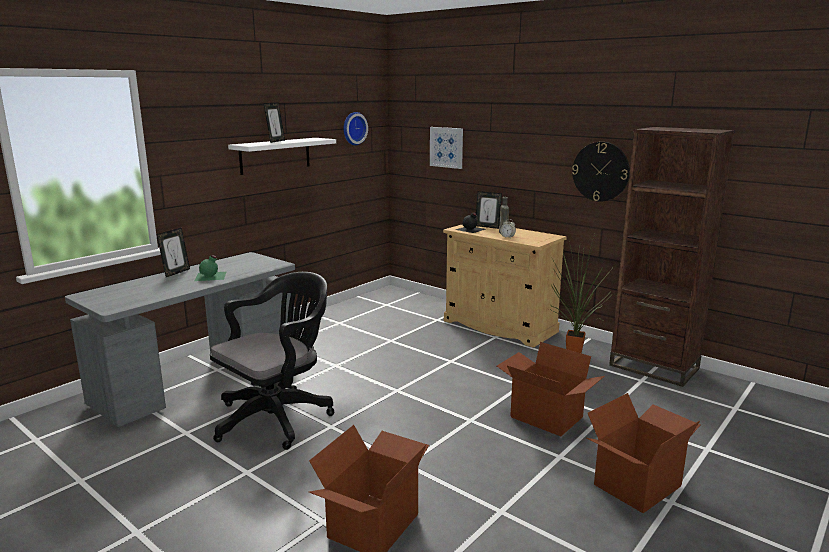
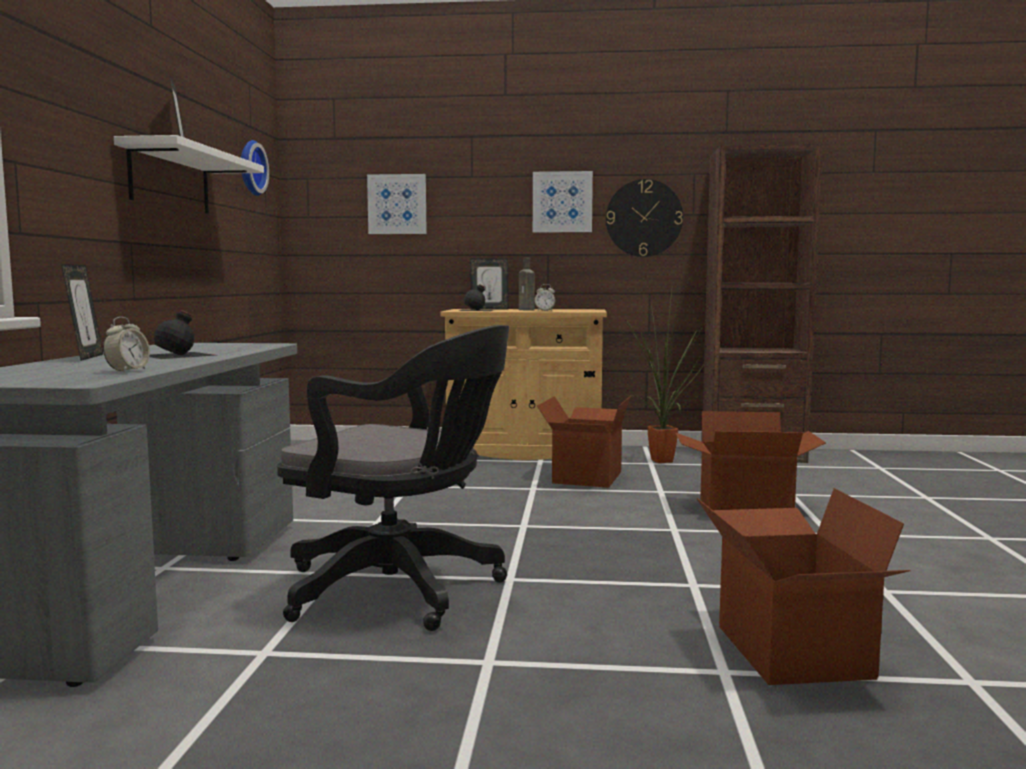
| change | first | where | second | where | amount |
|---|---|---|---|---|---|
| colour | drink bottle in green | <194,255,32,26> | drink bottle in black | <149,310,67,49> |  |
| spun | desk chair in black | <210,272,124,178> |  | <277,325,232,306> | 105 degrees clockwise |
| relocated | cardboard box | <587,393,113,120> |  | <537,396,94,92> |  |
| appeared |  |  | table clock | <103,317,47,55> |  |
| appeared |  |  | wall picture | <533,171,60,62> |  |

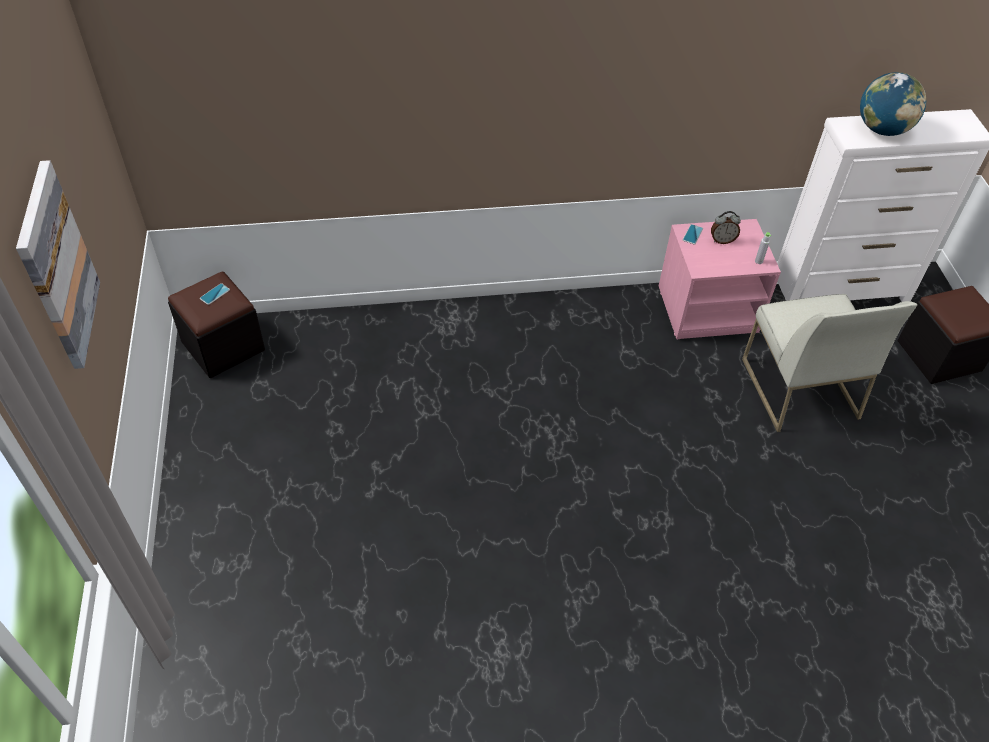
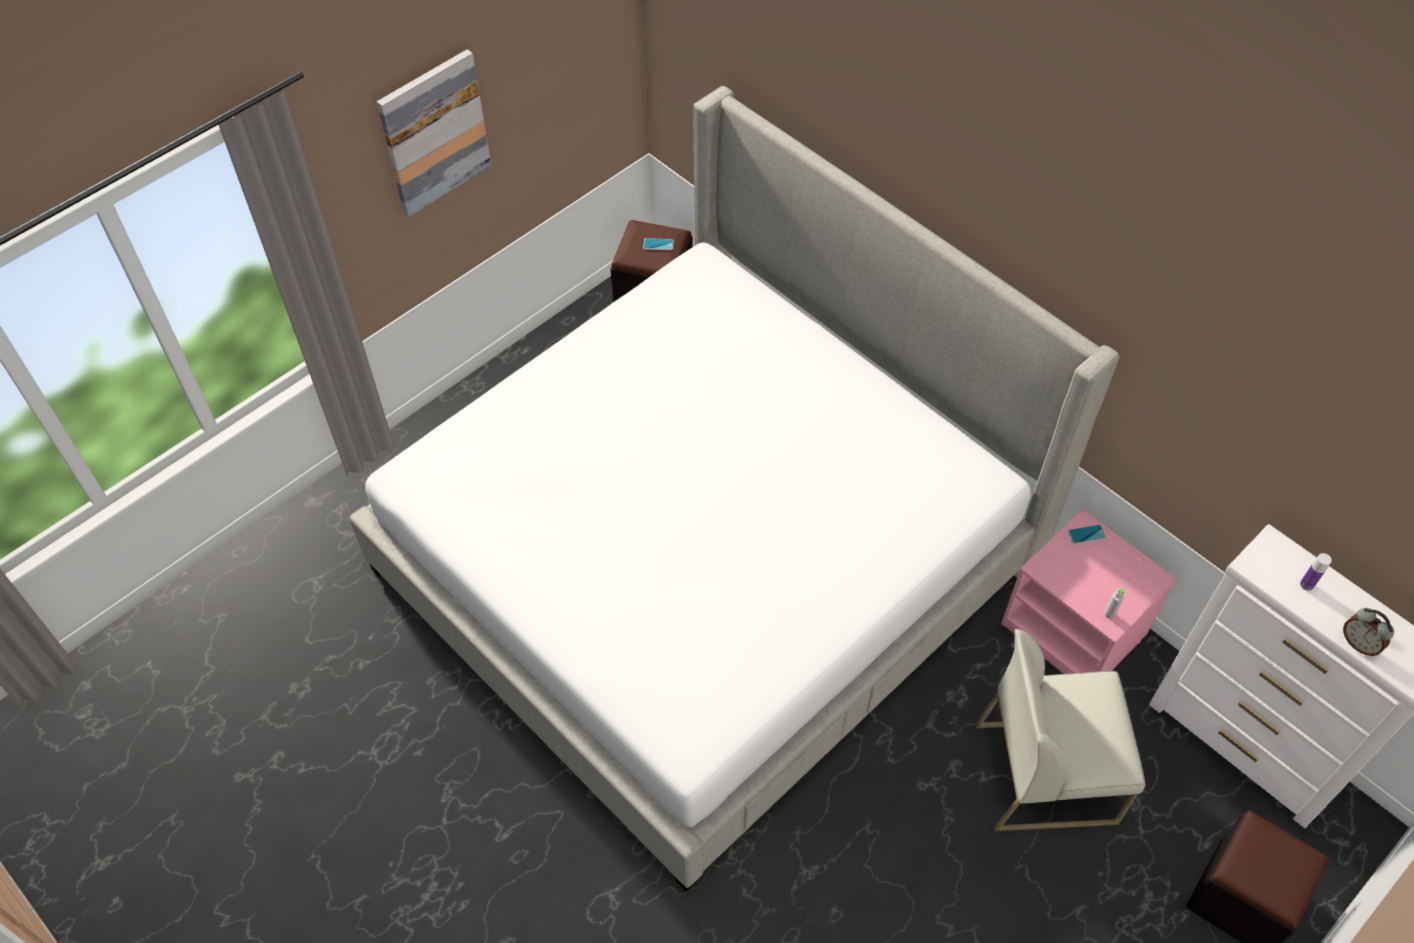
| change | first | where | second | where | amount |
|---|---|---|---|---|---|
| relocated | table clock | <711,211,30,33> |  | <1343,608,51,48> |  |
| spun | chair in whitish | <742,294,175,138> |  | <976,629,169,202> | 45 degrees clockwise |
| exchanged | desk globe | <860,72,66,64> | drink bottle | <1300,553,32,38> |  |
| appeared |  |  | bedroom bed | <349,86,770,805> |  |

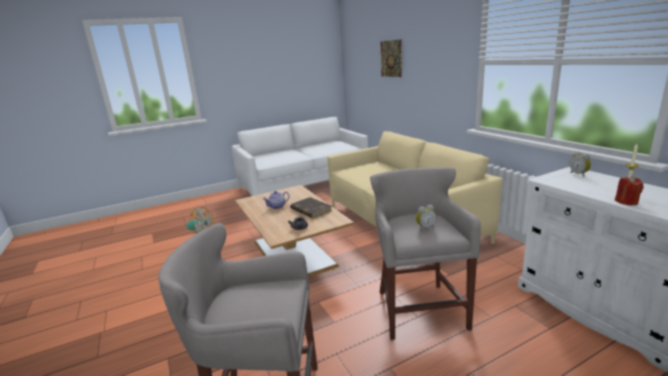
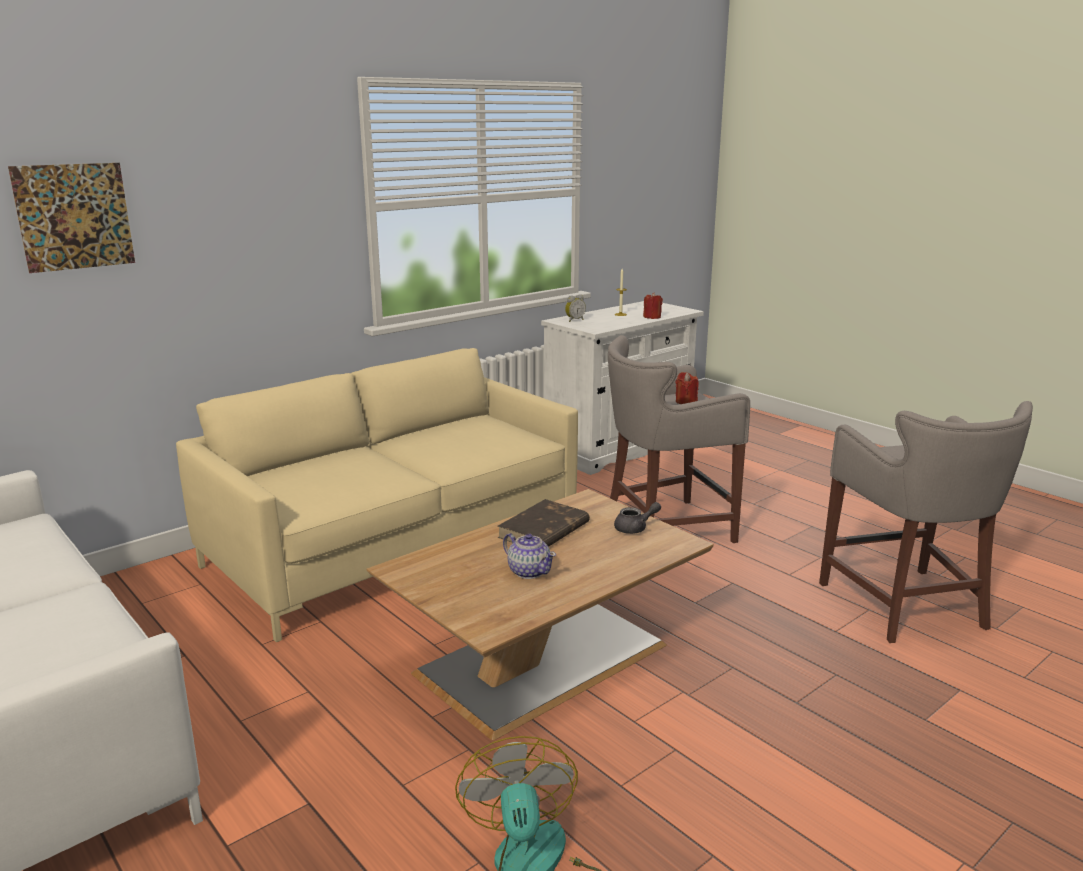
| change | first | where | second | where | amount |
|---|---|---|---|---|---|
| exchanged | table clock | <416,205,20,26> | wax light in reddish | <675,372,24,32> |  |

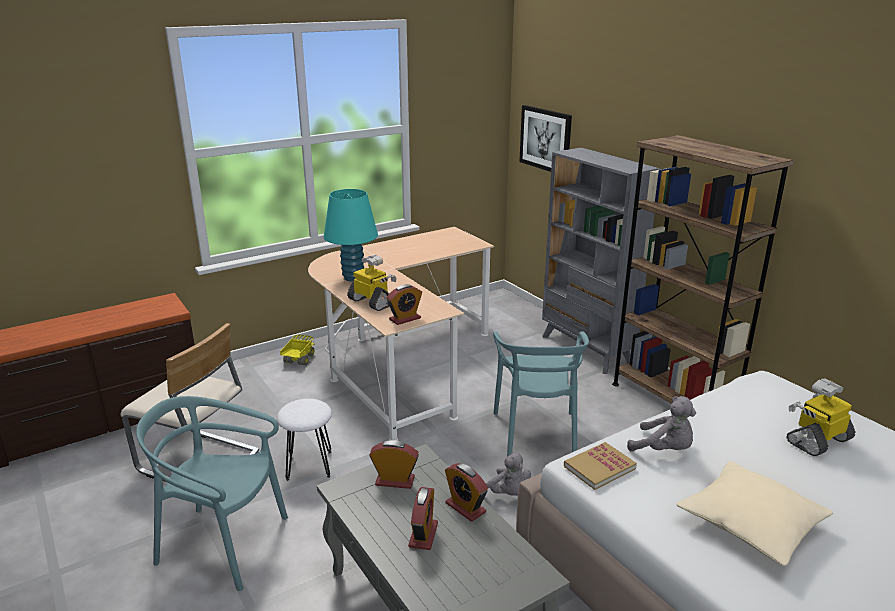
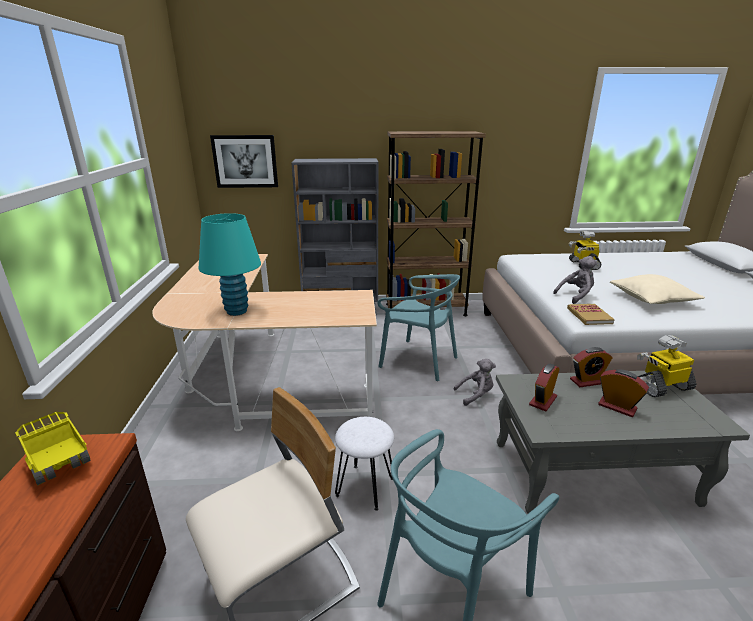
| change | first | where | second | where | amount |
|---|---|---|---|---|---|
| relocated | toy truck | <280,335,34,30> |  | <15,412,76,74> |  |
| relocated | robot figure | <347,254,50,57> |  | <637,335,60,62> |  |
| missing | table clock | <386,284,36,41> |  |  |  |

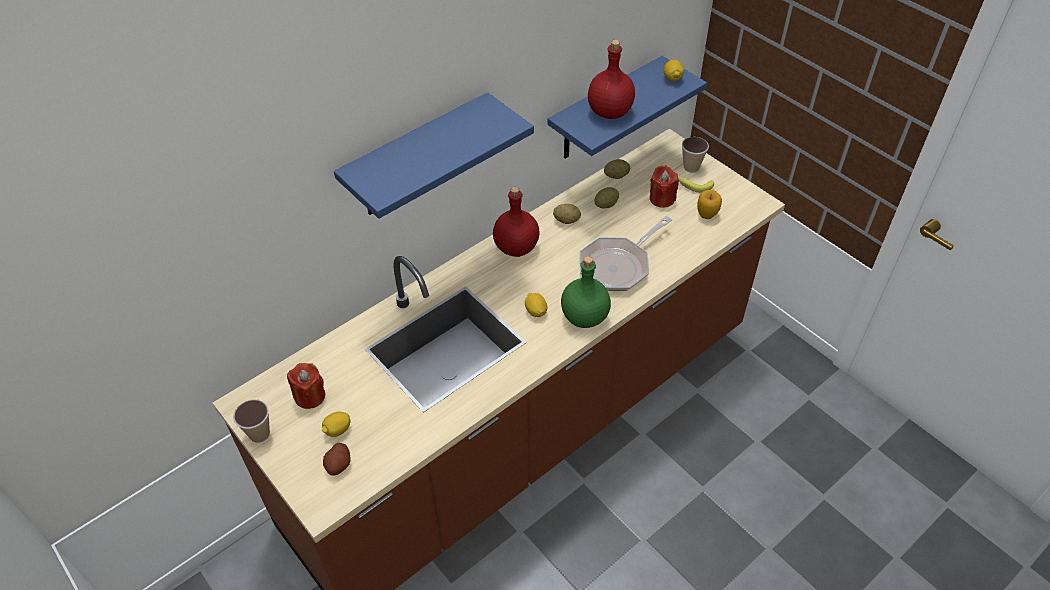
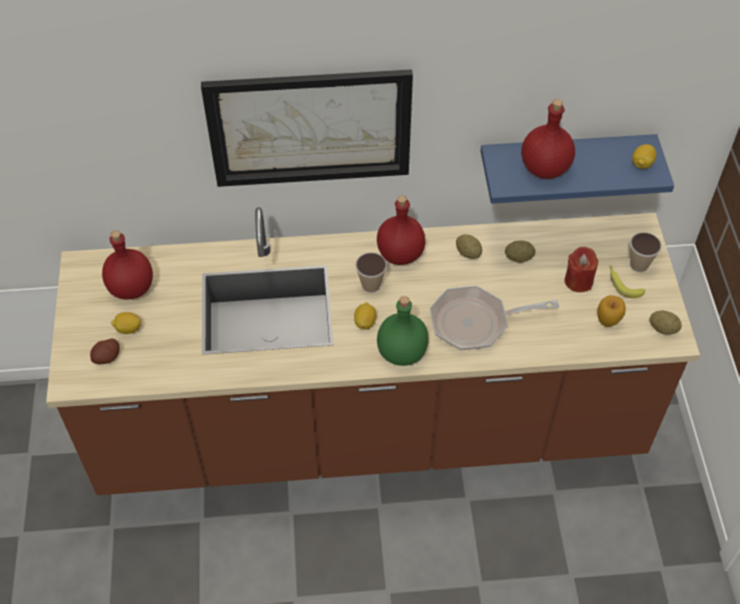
| change | first | where | second | where | amount |
|---|---|---|---|---|---|
| relocated | cup | <233,399,37,44> |  | <355,252,32,41> |  |
| exchanged | wax light in reddish | <287,363,38,46> | drink bottle in reddish | <102,230,51,70> |  |
| exchanged | shelf in bluish | <334,92,200,127> | wall picture | <201,69,212,118> |  |
| relocated | spud | <604,159,26,20> |  | <650,311,32,23> |  |

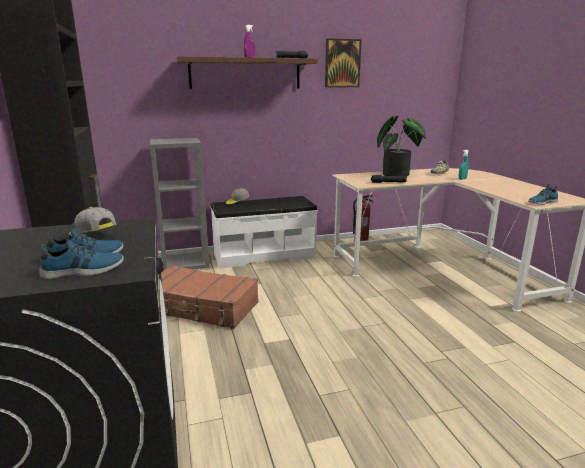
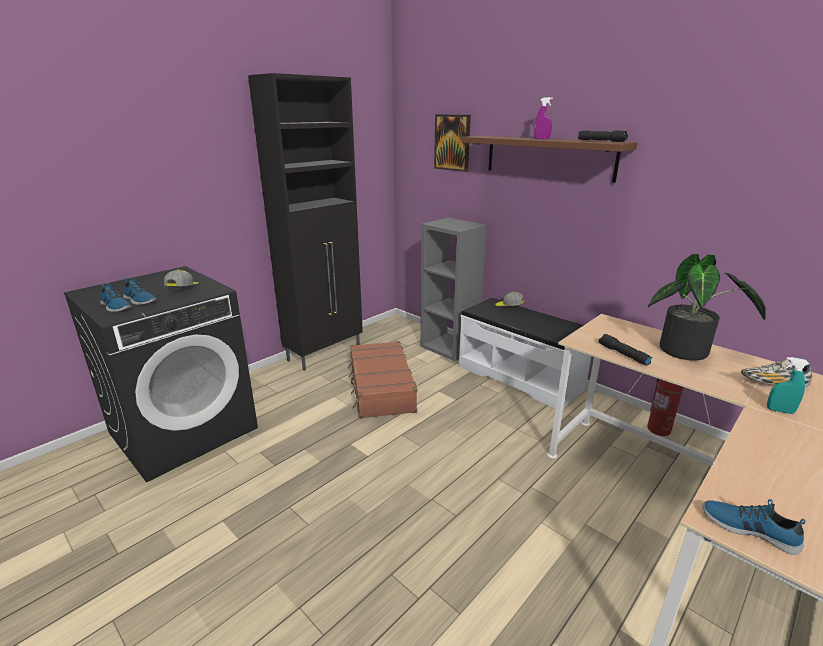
| change | first | where | second | where | amount |
|---|---|---|---|---|---|
| relocated | wall picture | <325,38,37,49> |  | <434,114,37,58> |  |

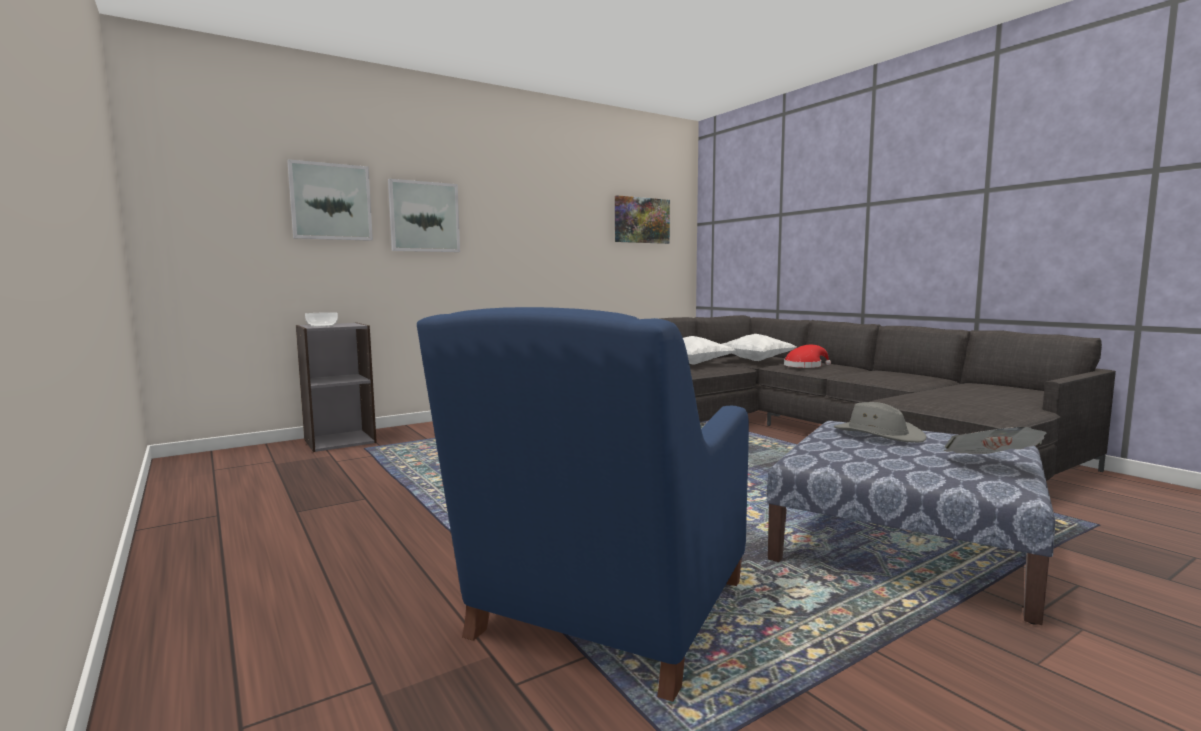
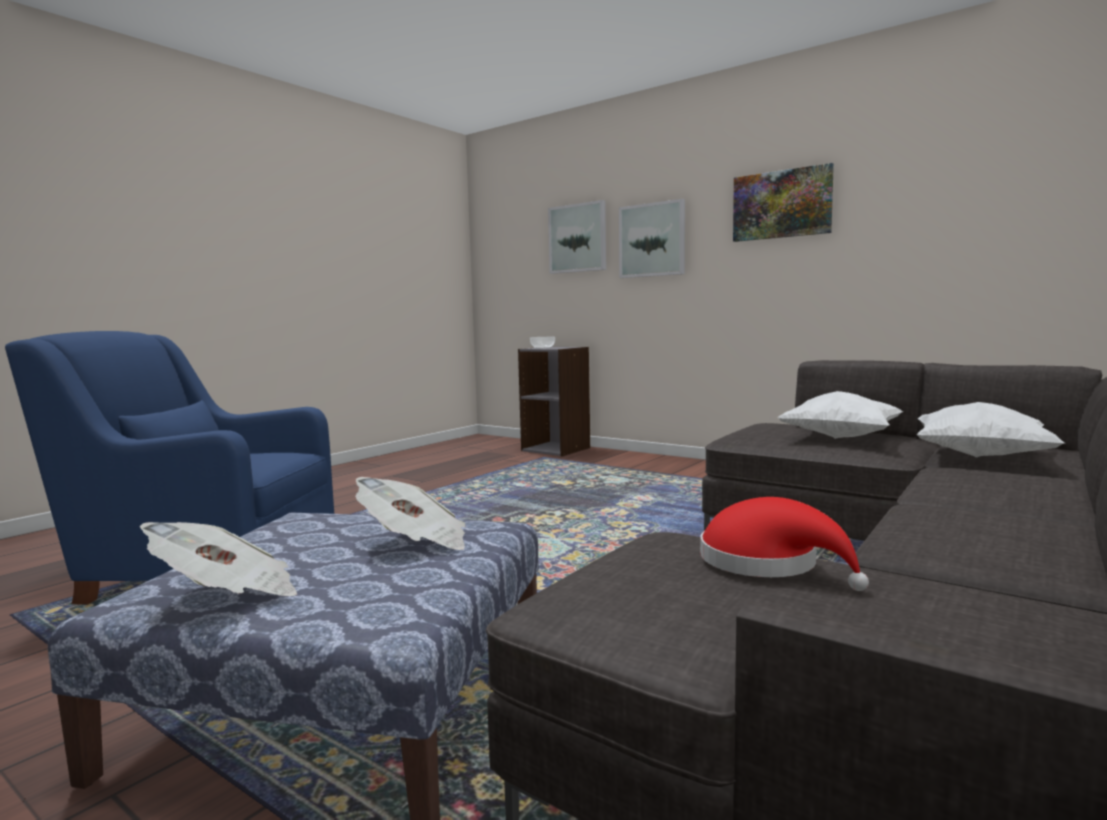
| change | first | where | second | where | amount |
|---|---|---|---|---|---|
| relocated | wall picture | <615,195,55,49> |  | <733,163,101,79> |  |
| relocated | clothing hat in reddish | <784,345,47,23> |  | <700,497,169,94> |  |
| exchanged | clothing hat in grey | <834,402,93,41> | daily paper | <355,477,111,73> |  |

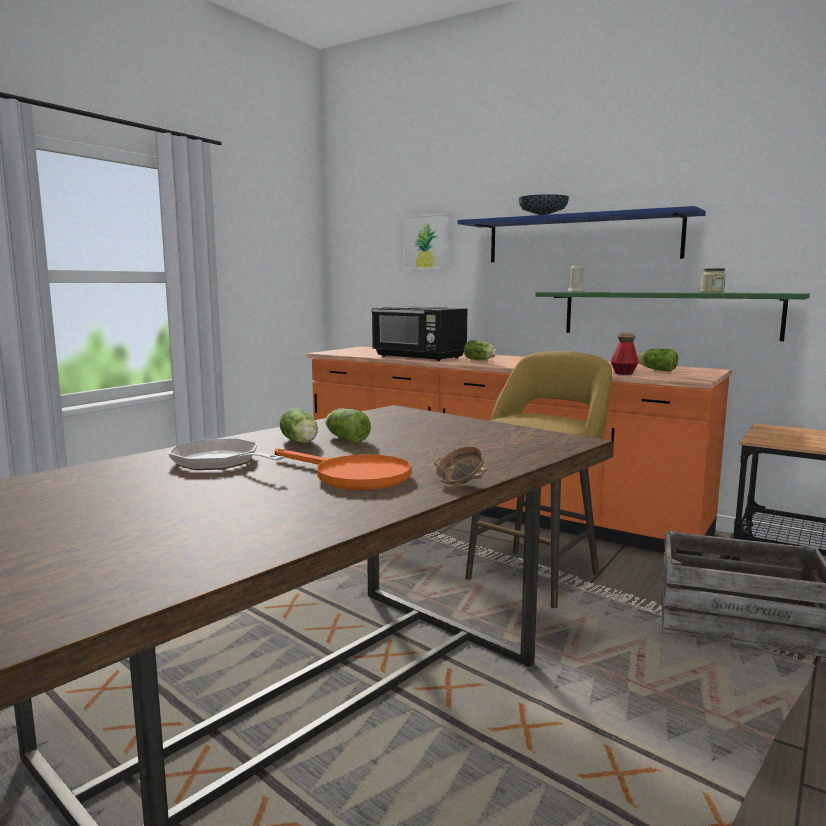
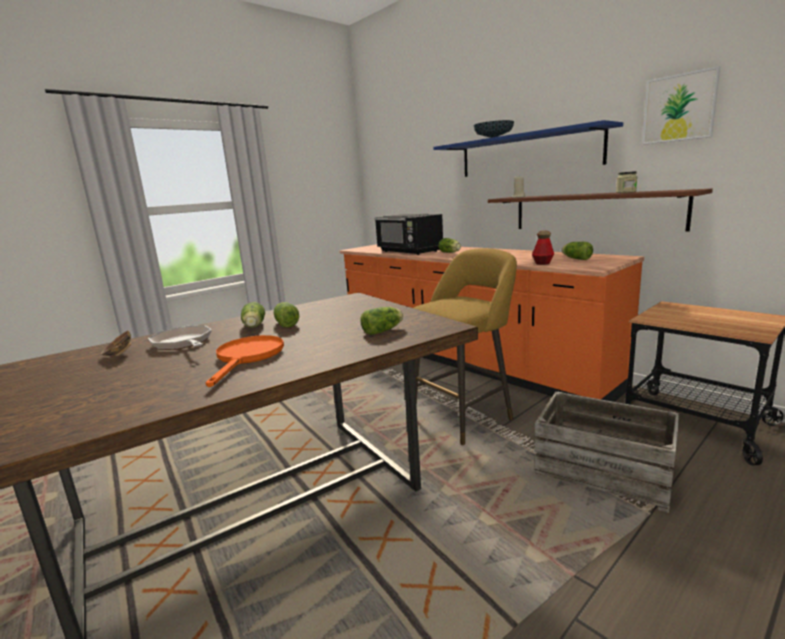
| change | first | where | second | where | amount |
|---|---|---|---|---|---|
| spun | skillet in orange-coloured | <275,448,137,42> |  | <206,335,78,52> | 135 degrees counterclockwise |
| relocated | wall picture | <404,213,47,57> |  | <642,66,78,79> |  |
| relocated | bowl | <434,446,54,40> |  | <101,331,30,25> |  |
| colour | shelf in green | <535,292,275,49> | shelf in brown | <488,189,225,43> |  |
| appeared |  |  | head of lettuce | <360,307,43,28> |  |

